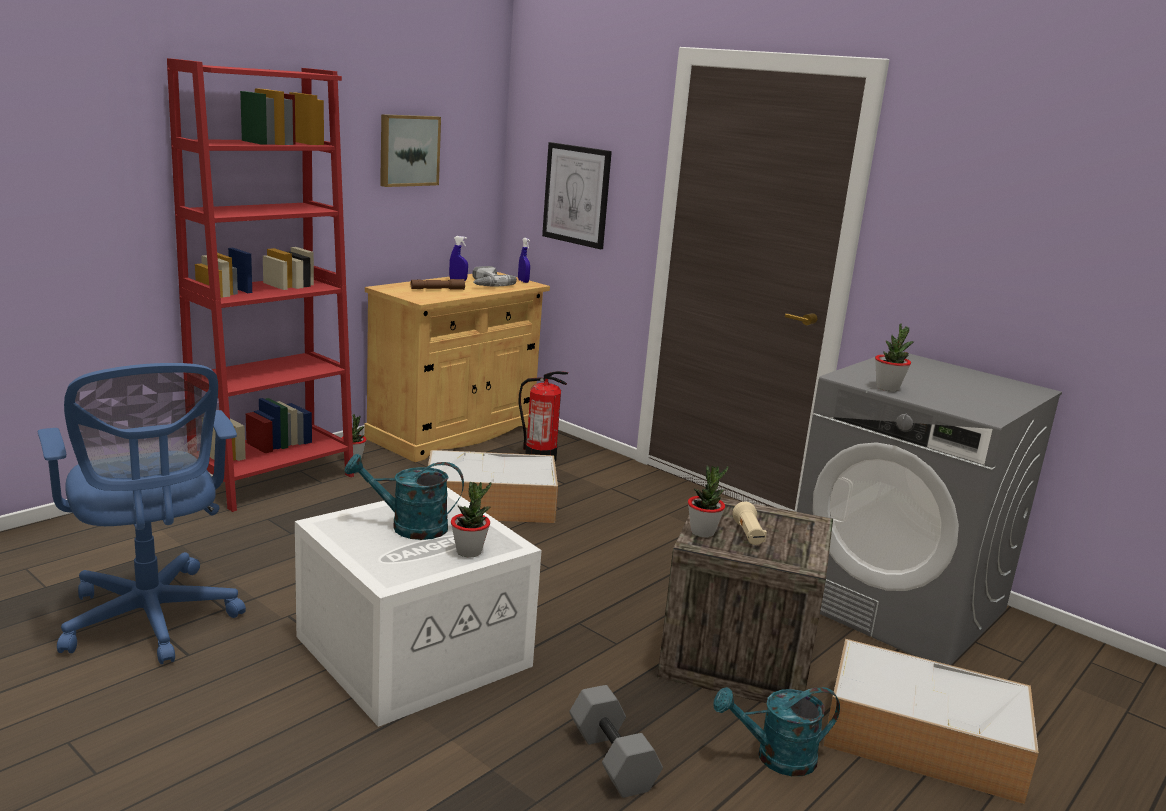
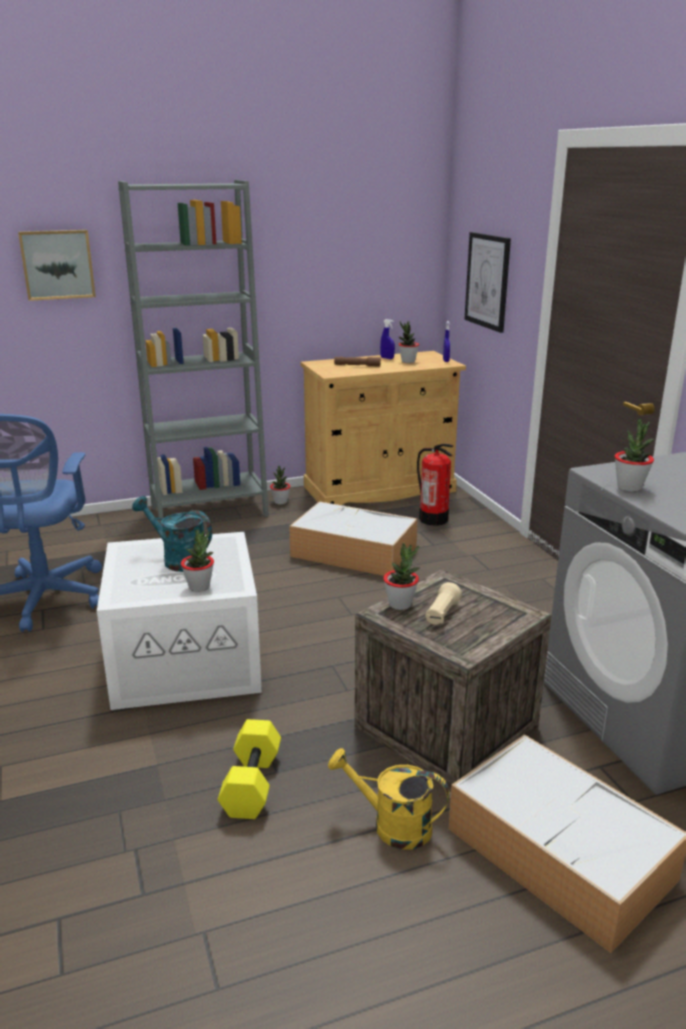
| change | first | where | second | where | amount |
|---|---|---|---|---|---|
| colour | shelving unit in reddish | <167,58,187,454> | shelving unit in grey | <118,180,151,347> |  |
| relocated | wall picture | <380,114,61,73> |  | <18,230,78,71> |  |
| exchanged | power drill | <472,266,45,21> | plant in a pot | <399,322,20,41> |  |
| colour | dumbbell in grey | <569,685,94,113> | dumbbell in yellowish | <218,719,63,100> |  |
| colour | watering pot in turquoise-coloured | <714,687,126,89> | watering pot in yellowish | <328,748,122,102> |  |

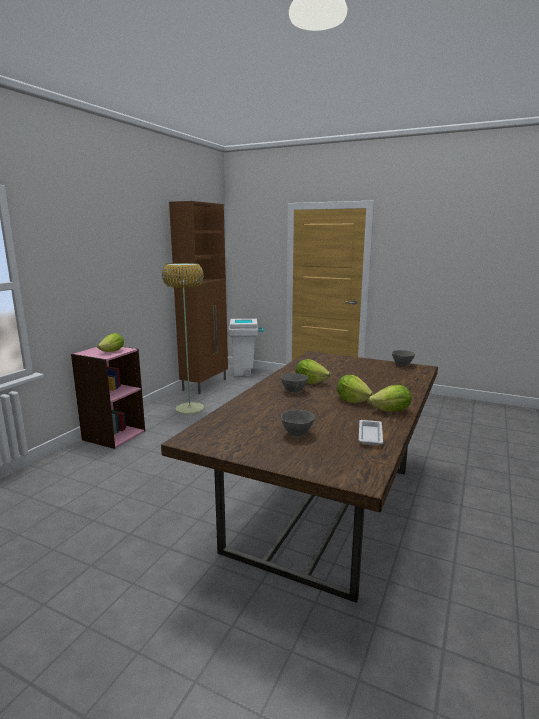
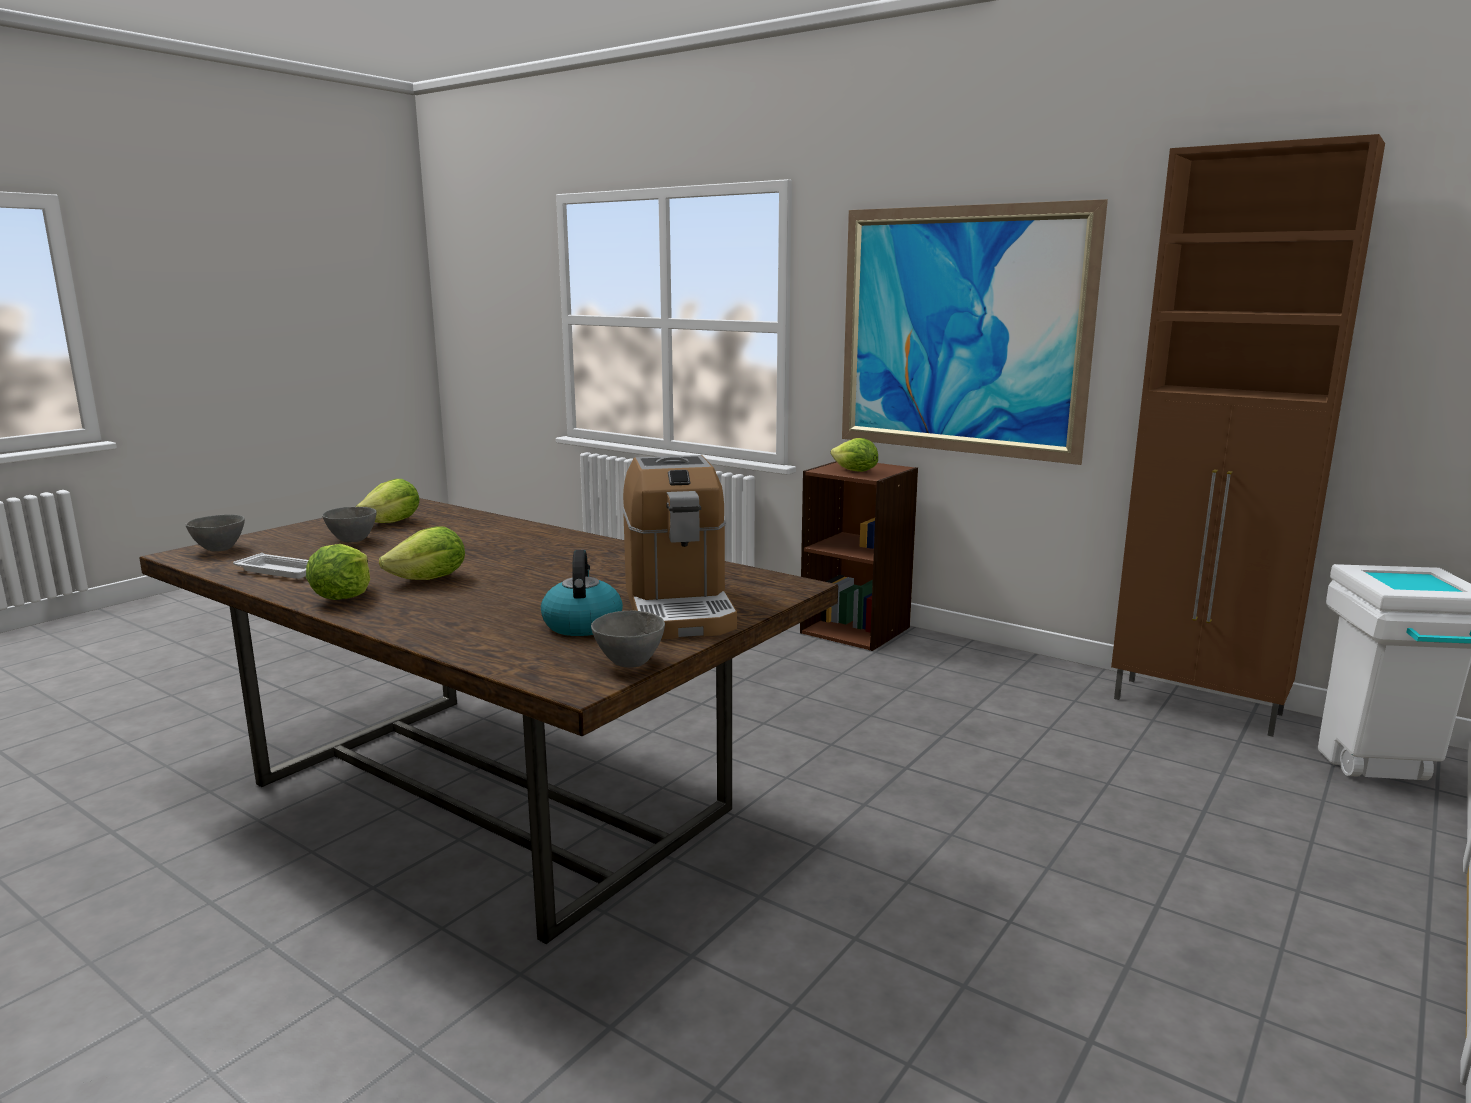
| change | first | where | second | where | amount |
|---|---|---|---|---|---|
| colour | shelving unit in pinkish | <71,346,74,103> | shelving unit in brown | <800,461,118,190> |  |
| missing | floor lamp | <162,263,42,151> |  |  |  |
| relocated | bowl in grey | <281,373,27,20> |  | <185,514,60,38> |  |
| relocated | head of lettuce | <296,359,35,25> |  | <355,479,64,44> |  |
| appeared |  |  | water kettle | <541,550,82,86> |  |
| appeared |  |  | coffee brewer | <623,455,114,184> |  |
| appeared |  |  | wall picture | <842,199,266,266> |  |

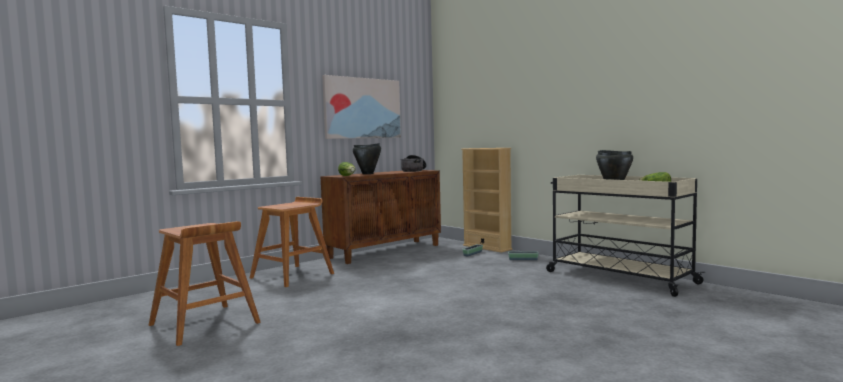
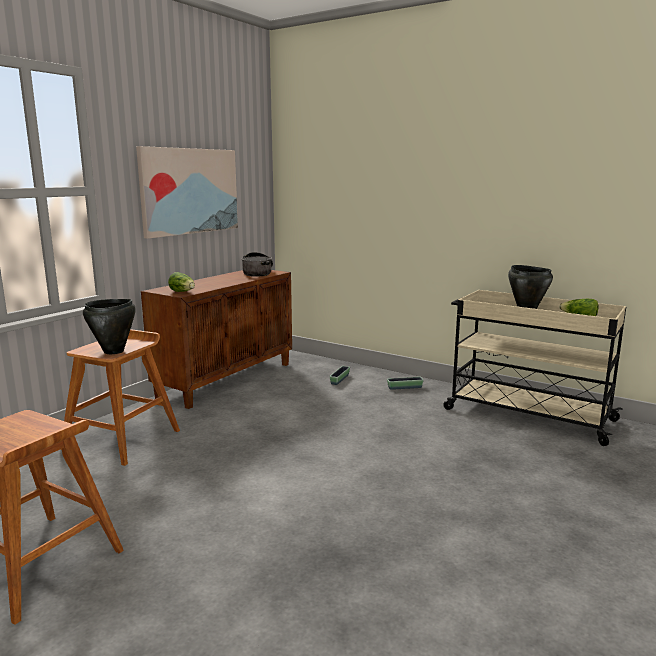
| change | first | where | second | where | amount |
|---|---|---|---|---|---|
| relocated | stockpot in black | <353,143,28,31> |  | <83,299,53,55> |  |
| missing | shelving unit in beige | <461,148,51,104> |  |  |  |

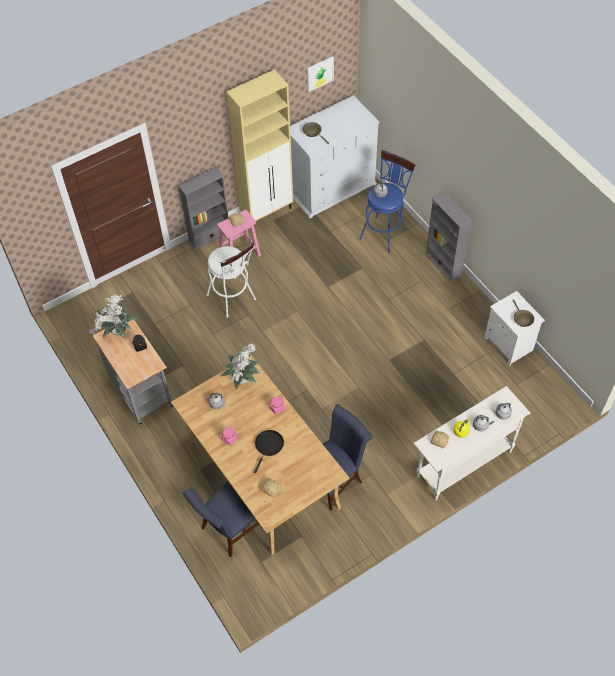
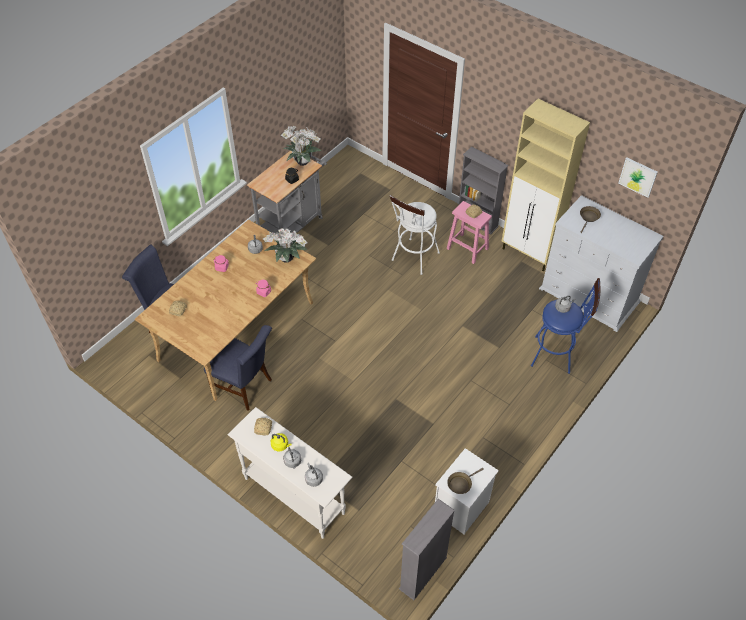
| change | first | where | second | where | amount |
|---|---|---|---|---|---|
| missing | skillet in black | <254,430,30,43> |  |  |  |
| relocated | shelving unit in grey | <425,192,47,89> |  | <399,499,56,101> |  |

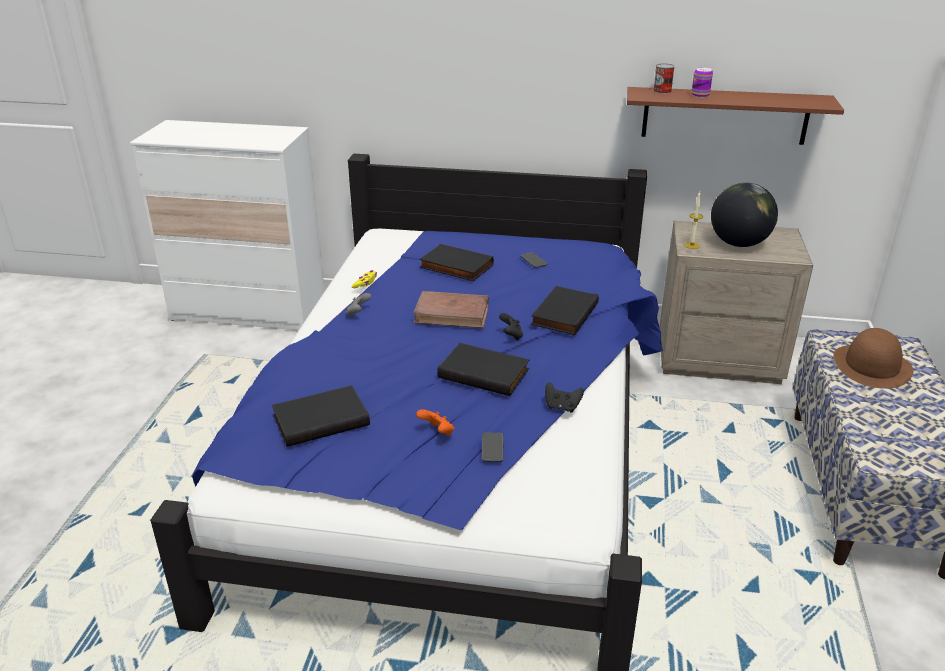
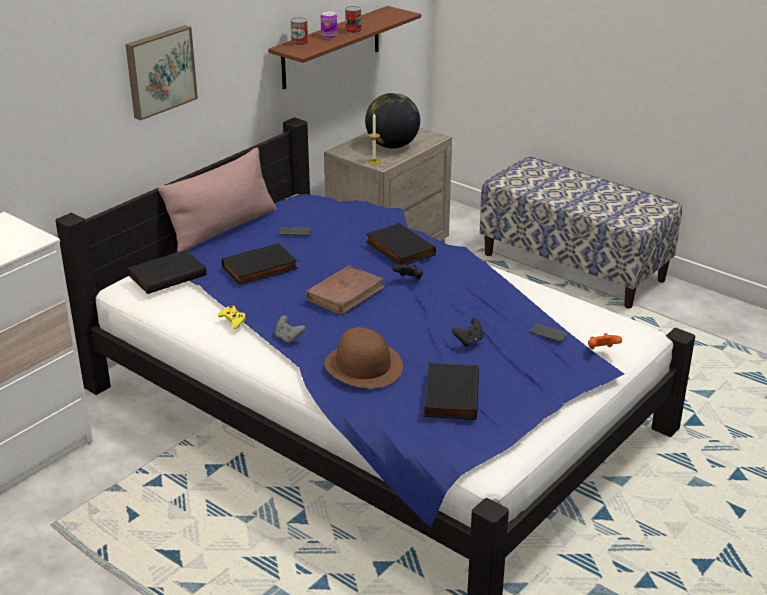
| change | first | where | second | where | amount |
|---|---|---|---|---|---|
| relocated | gamepad in orange-coloured | <416,409,38,26> |  | <588,333,34,16> |  |
| relocated | book in black | <437,343,92,53> |  | <128,250,79,44> |  |
| relocated | gamepad in black | <545,382,39,30> |  | <452,318,32,29> |  |
| relocated | clothing hat in brown | <833,328,80,61> |  | <324,327,79,61> |  |
| appeared |  |  | wall picture | <125,25,73,96> |  |
| appeared |  |  | throw pillow in pinkish | <158,147,119,105> |  |
| appeared |  |  | sealed can | <345,6,17,27> |  |

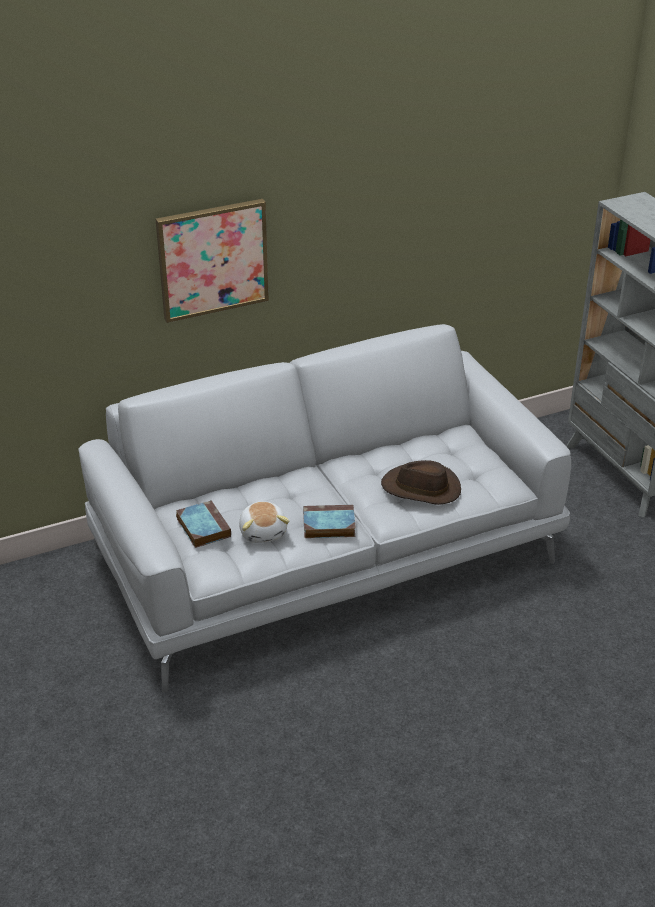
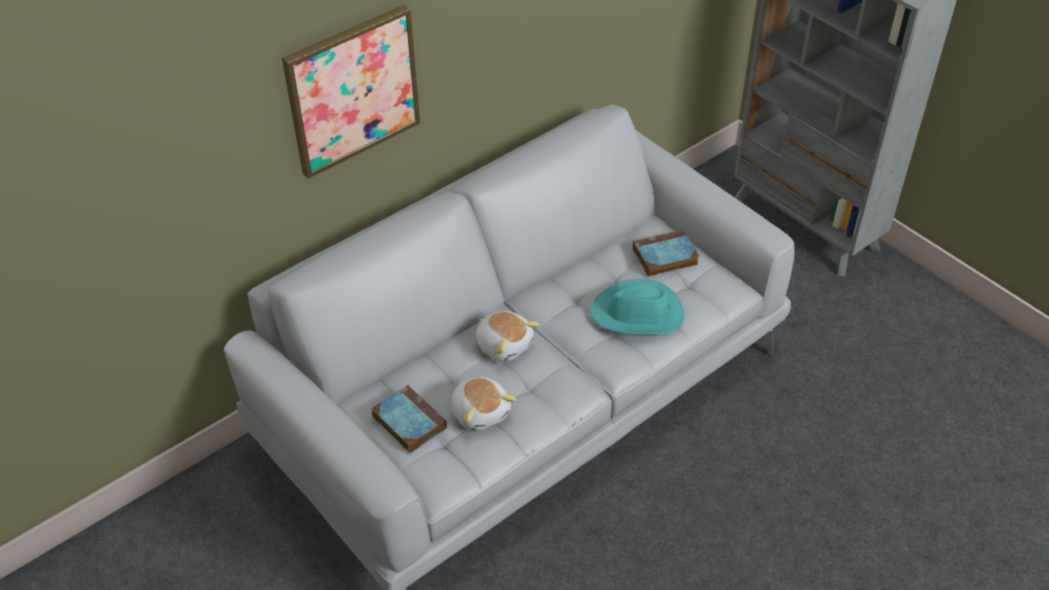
| change | first | where | second | where | amount |
|---|---|---|---|---|---|
| relocated | book | <303,505,53,33> |  | <633,230,66,46> |  |
| colour | clothing hat in brown | <381,460,80,45> | clothing hat in turquoise-coloured | <590,279,94,56> |  |
| appeared |  |  | soft toy | <476,311,64,51> |  |

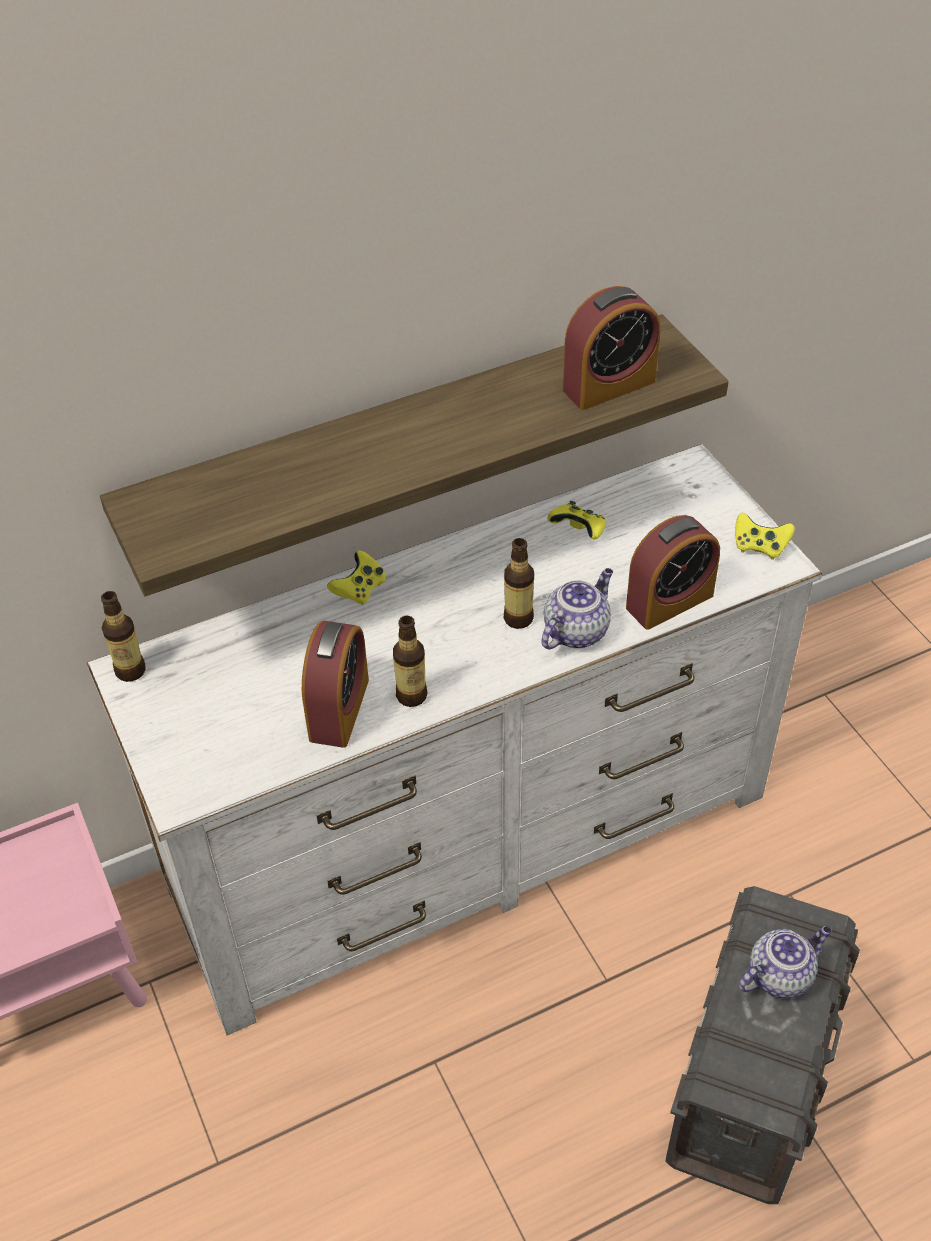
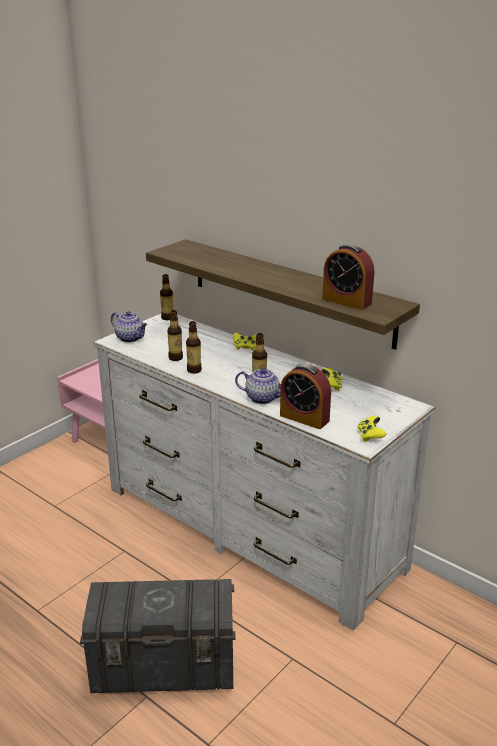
| change | first | where | second | where | amount |
|---|---|---|---|---|---|
| exchanged | table clock | <302,621,67,127> | drink bottle | <167,310,16,51> |  |
| relocated | teapot | <739,926,93,72> |  | <111,311,36,31> |  |

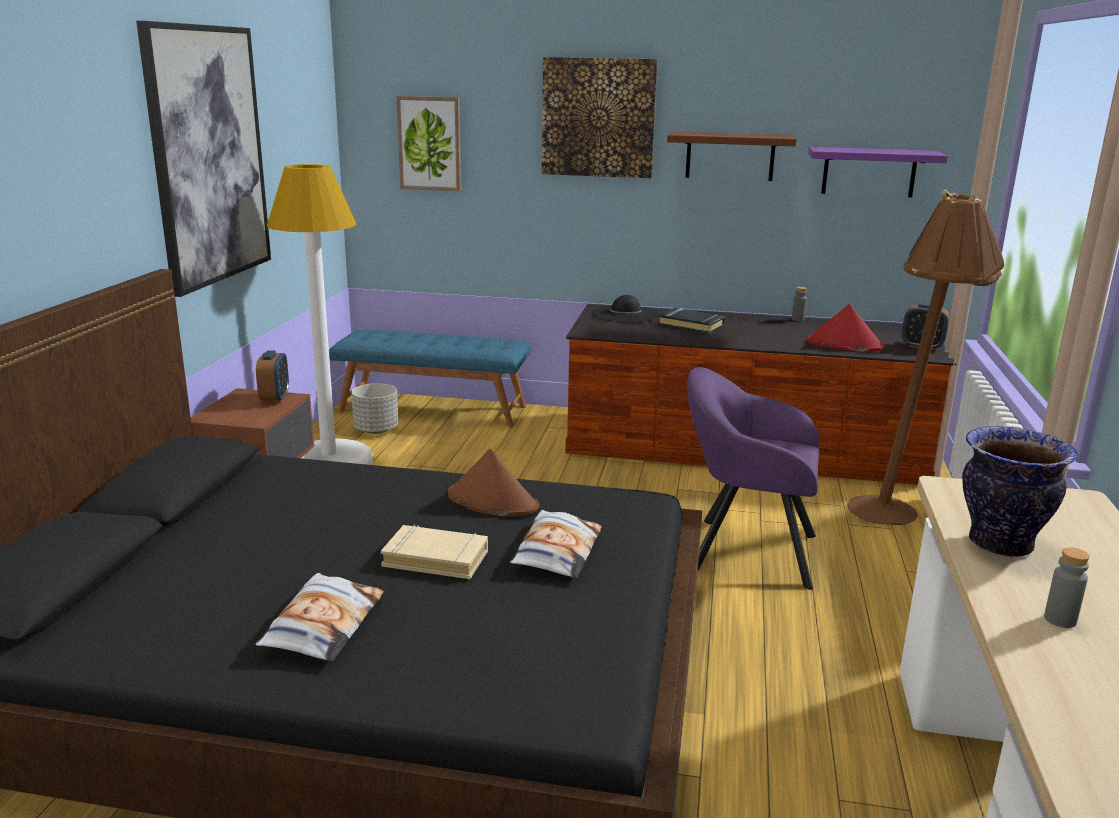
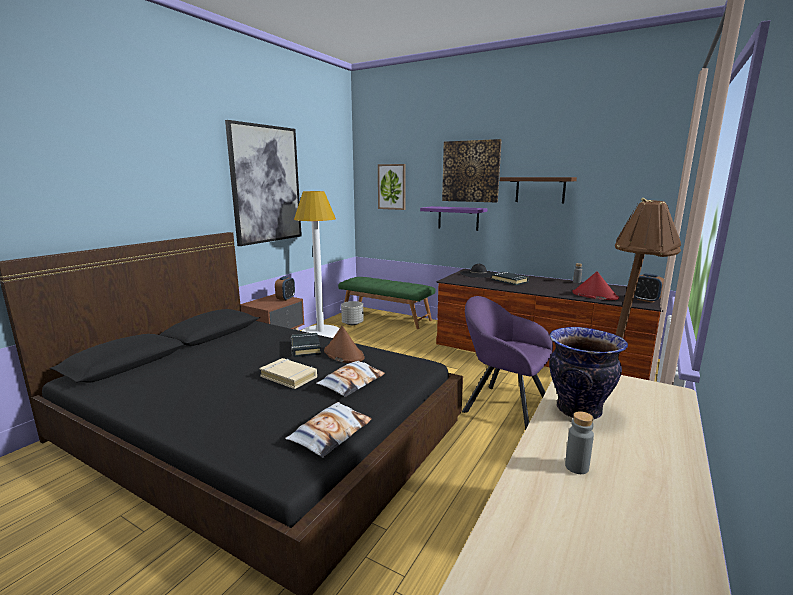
| change | first | where | second | where | amount |
|---|---|---|---|---|---|
| relocated | throw pillow | <255,573,129,89> |  | <285,402,87,56> |  |
| colour | long seat in bluish | <329,330,202,97> | long seat in green | <338,277,97,52> |  |
| relocated | shelf in purplish | <808,147,140,50> |  | <420,206,67,25> |  |
| appeared |  |  | book in black | <291,333,30,24> |  |

